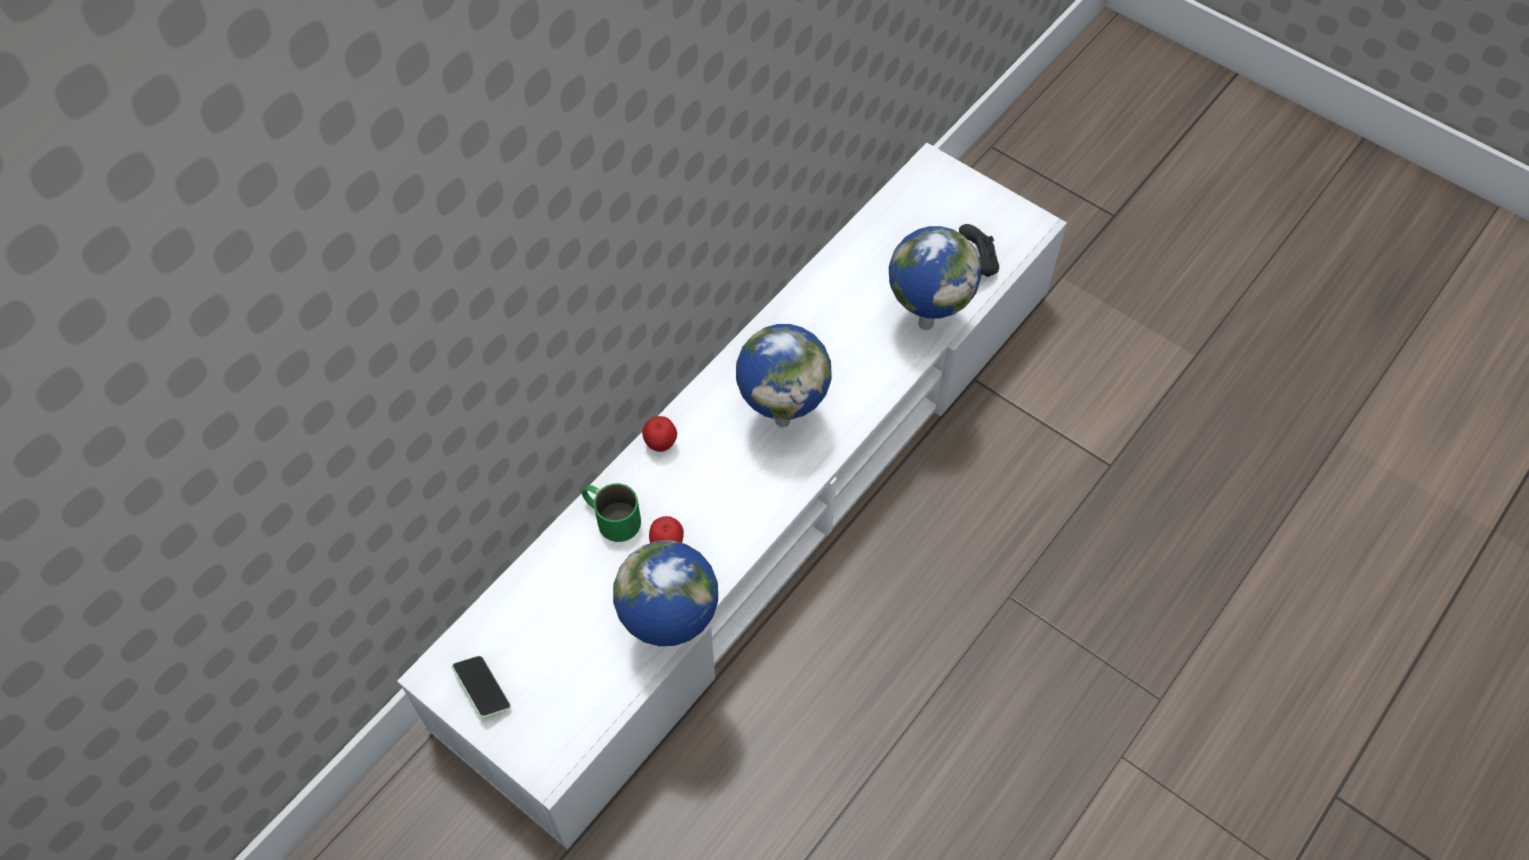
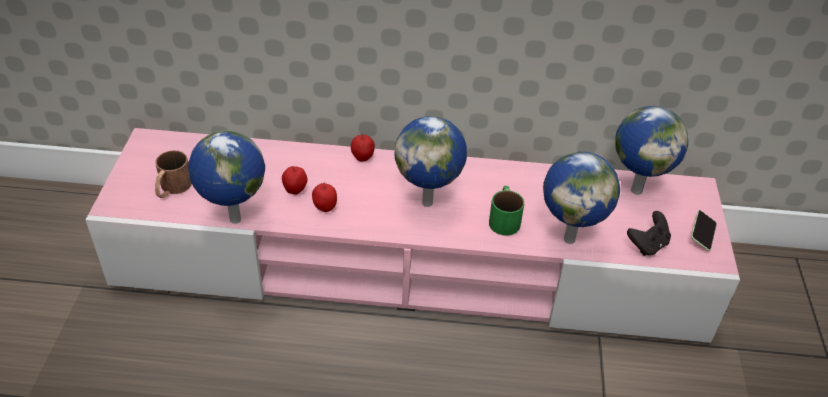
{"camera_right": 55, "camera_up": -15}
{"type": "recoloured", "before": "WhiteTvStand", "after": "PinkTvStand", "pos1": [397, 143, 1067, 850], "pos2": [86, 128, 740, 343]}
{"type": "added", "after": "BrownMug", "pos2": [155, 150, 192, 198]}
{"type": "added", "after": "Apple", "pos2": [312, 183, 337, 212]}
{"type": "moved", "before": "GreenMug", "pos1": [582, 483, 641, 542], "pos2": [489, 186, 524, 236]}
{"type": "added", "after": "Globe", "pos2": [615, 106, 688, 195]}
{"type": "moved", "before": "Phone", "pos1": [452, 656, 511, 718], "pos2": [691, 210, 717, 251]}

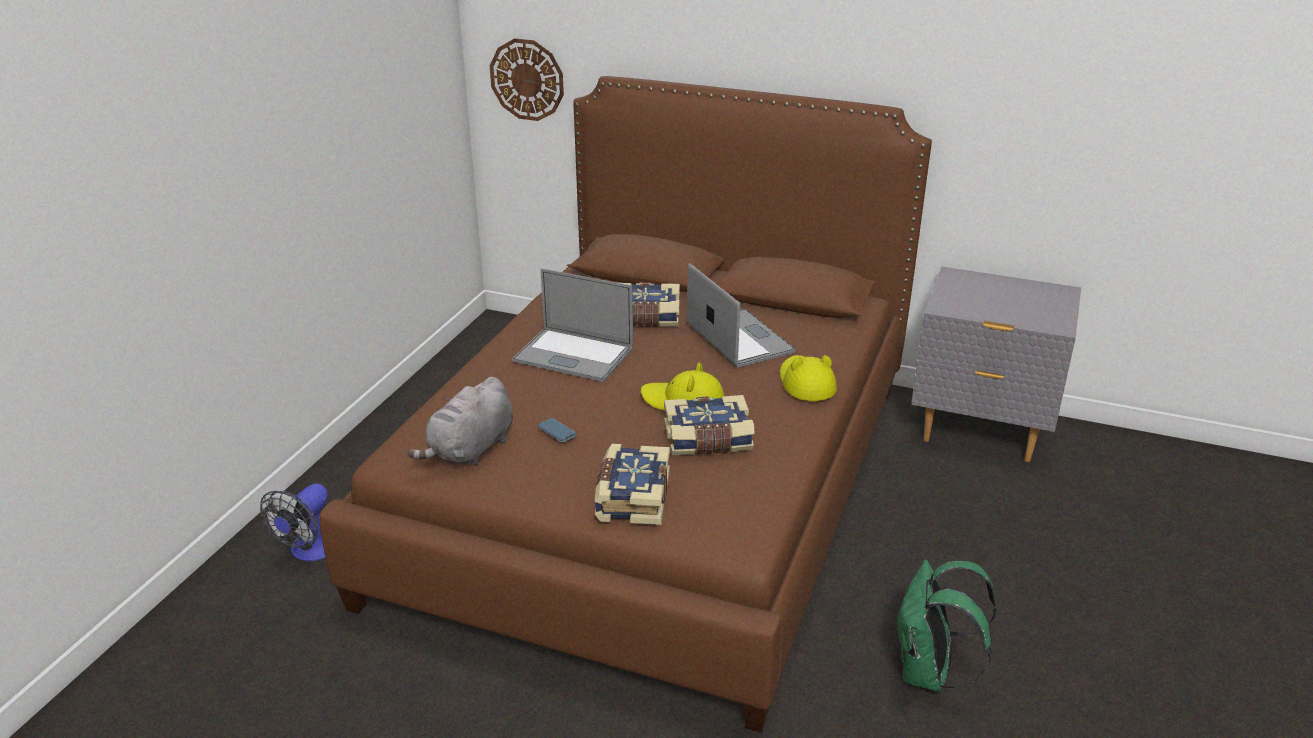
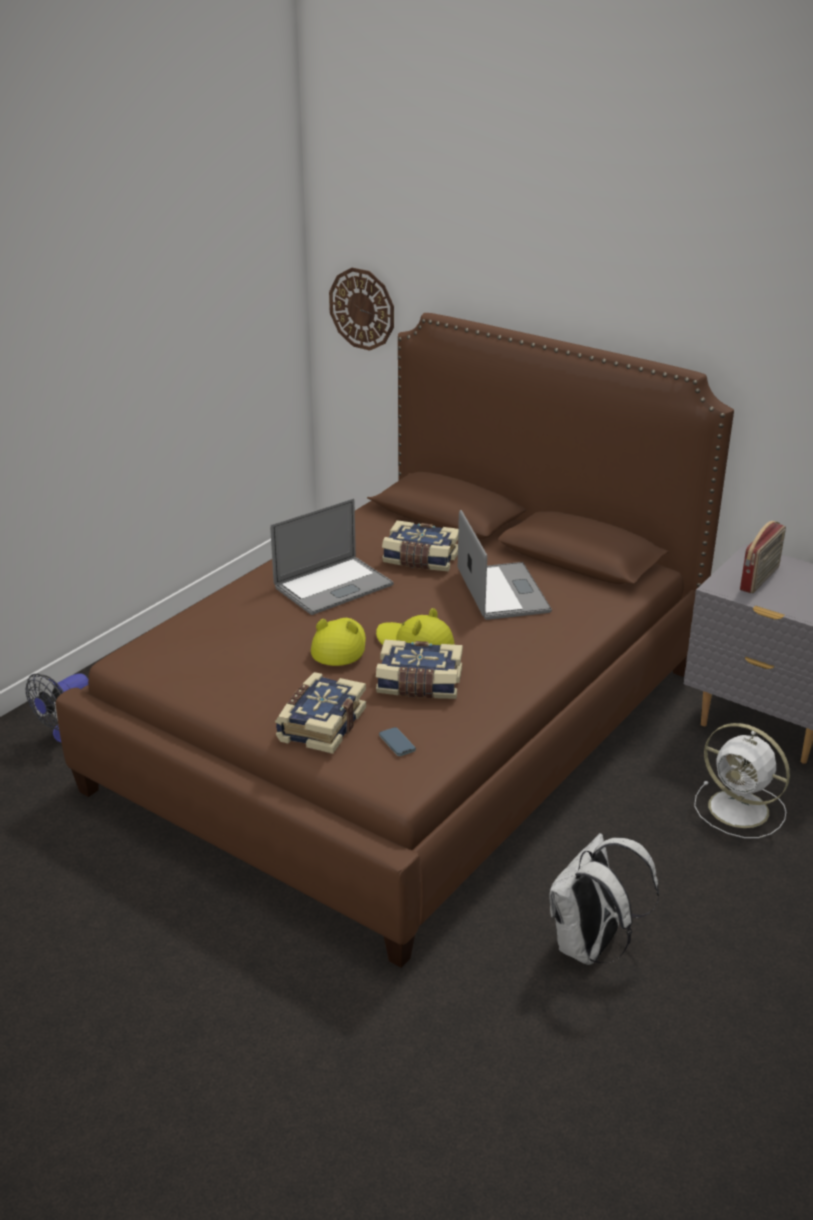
{"camera_right": 15, "camera_up": 0}
{"type": "turned", "before": "Laptop", "pos1": [512, 269, 633, 382], "pos2": [270, 499, 394, 615], "turn": -75}
{"type": "moved", "before": "YellowHat", "pos1": [780, 355, 837, 401], "pos2": [311, 618, 366, 666]}
{"type": "moved", "before": "Phone", "pos1": [538, 418, 577, 442], "pos2": [379, 727, 416, 756]}
{"type": "recoloured", "before": "GreenBackpack", "after": "WhiteBackpack", "pos1": [895, 560, 997, 692], "pos2": [550, 833, 659, 965]}
{"type": "added", "after": "WhiteFan", "pos2": [694, 723, 790, 838]}
{"type": "added", "after": "Radio", "pos2": [740, 521, 786, 593]}
{"type": "removed", "before": "GreyPlushToy", "pos1": [407, 377, 513, 466]}

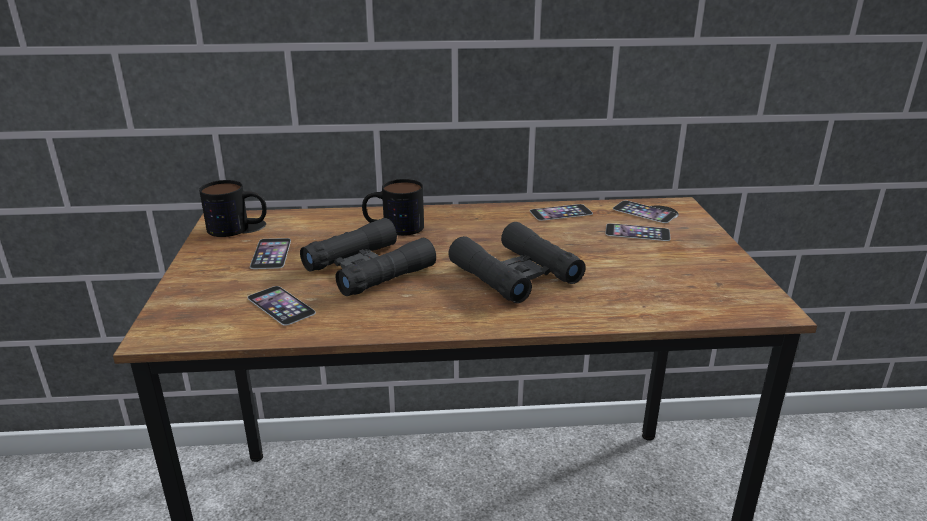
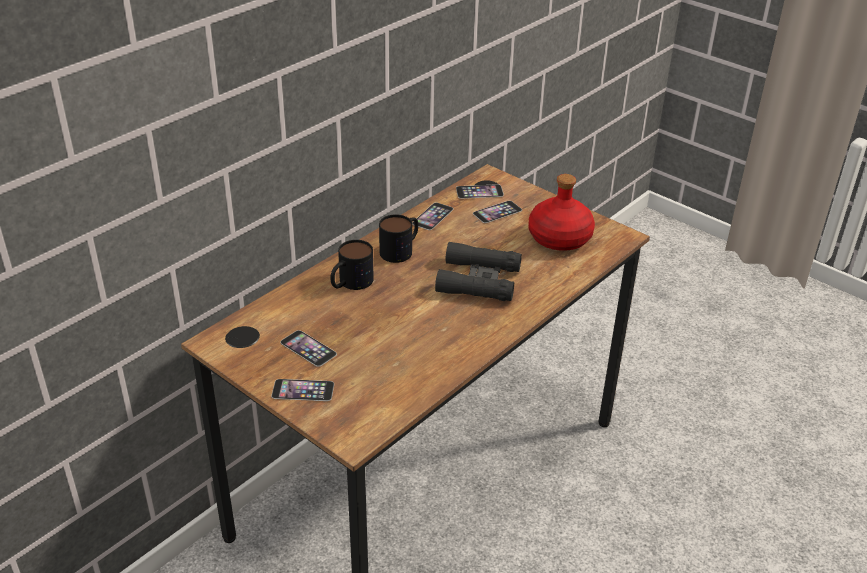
{"camera_right": -45, "camera_up": 10}
{"type": "moved", "before": "Phone", "pos1": [247, 286, 316, 326], "pos2": [271, 379, 334, 401]}
{"type": "moved", "before": "Mug", "pos1": [199, 180, 267, 237], "pos2": [379, 214, 418, 263]}
{"type": "added", "after": "RedBottle", "pos2": [529, 174, 595, 251]}
{"type": "removed", "before": "BlackBinoculars", "pos1": [300, 218, 436, 296]}

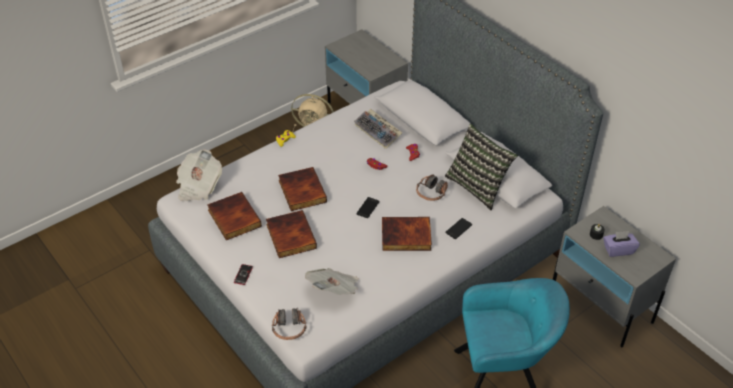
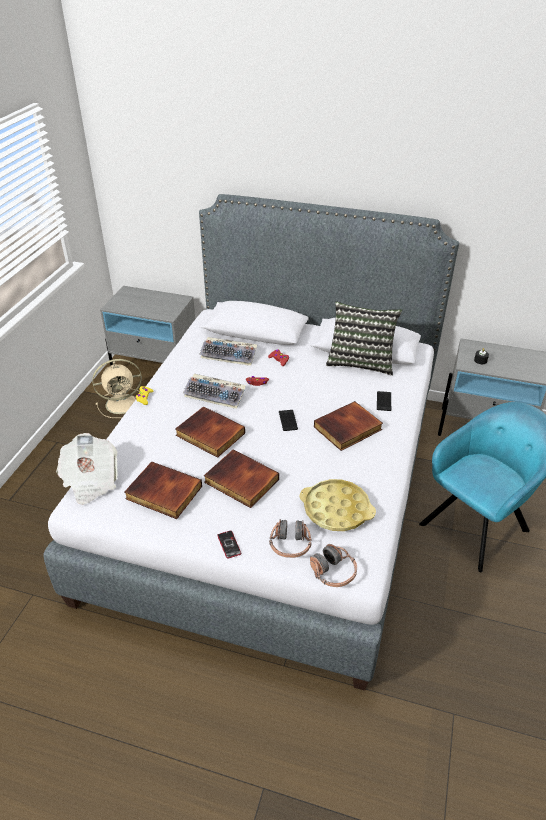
{"camera_right": -35, "camera_up": -5}
{"type": "added", "after": "Keyboard", "pos2": [183, 374, 246, 409]}
{"type": "moved", "before": "Headphones", "pos1": [416, 174, 448, 201], "pos2": [269, 519, 312, 558]}
{"type": "replaced", "before": "Newspaper", "after": "YellowTray", "pos1": [305, 268, 359, 295], "pos2": [299, 479, 376, 531]}
{"type": "removed", "before": "PurpleTissueBox", "pos1": [603, 231, 640, 257]}

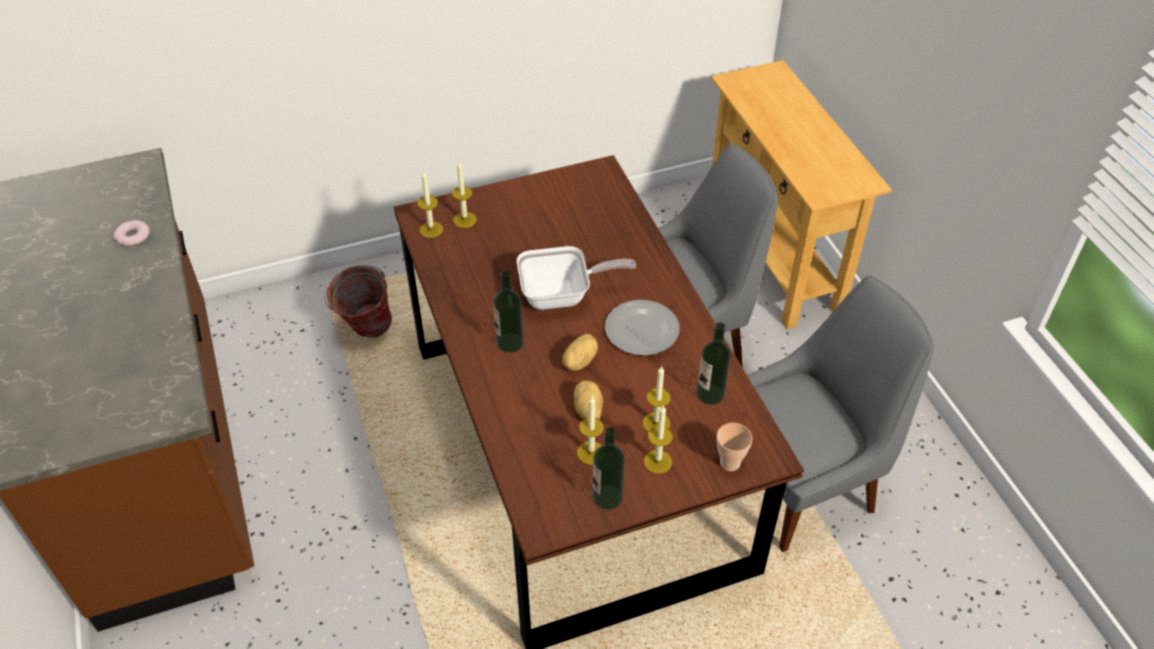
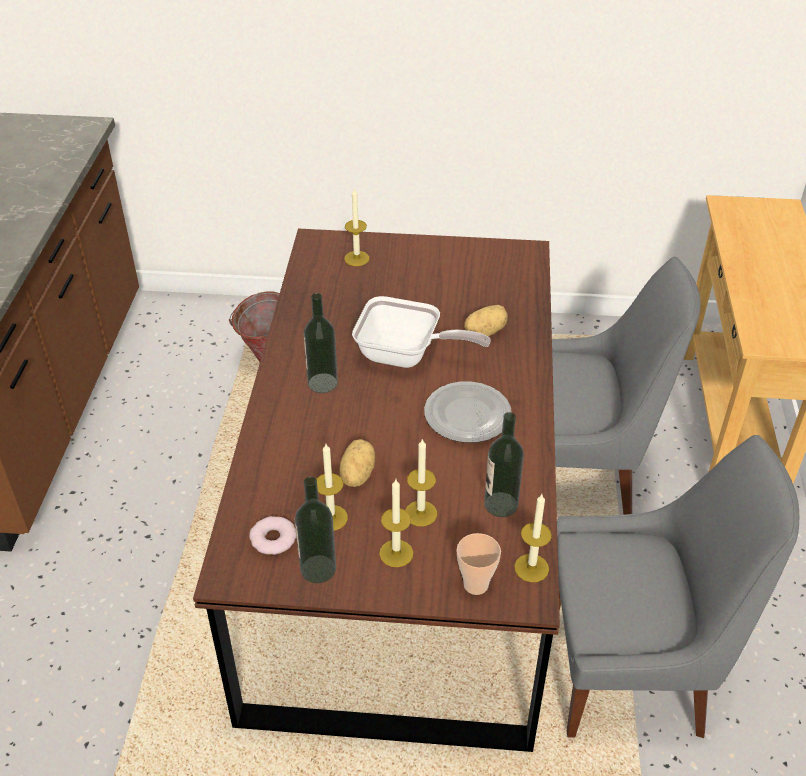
{"camera_right": 25, "camera_up": -5}
{"type": "moved", "before": "Donut", "pos1": [113, 220, 150, 246], "pos2": [249, 516, 296, 555]}
{"type": "moved", "before": "Potato", "pos1": [562, 334, 598, 371], "pos2": [464, 305, 508, 336]}
{"type": "moved", "before": "Candle", "pos1": [418, 170, 443, 238], "pos2": [514, 494, 552, 582]}

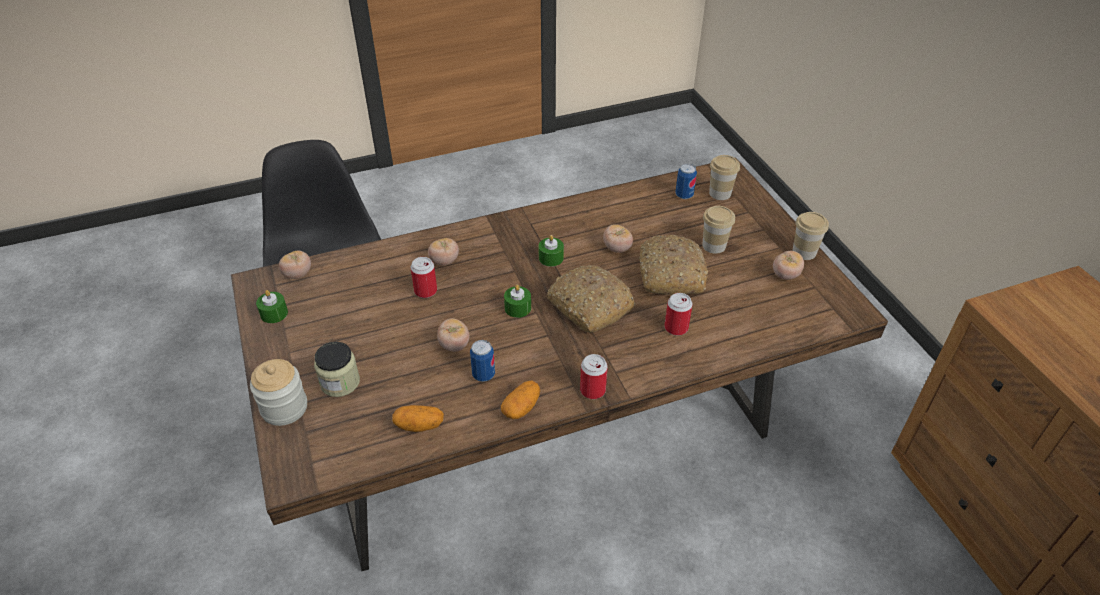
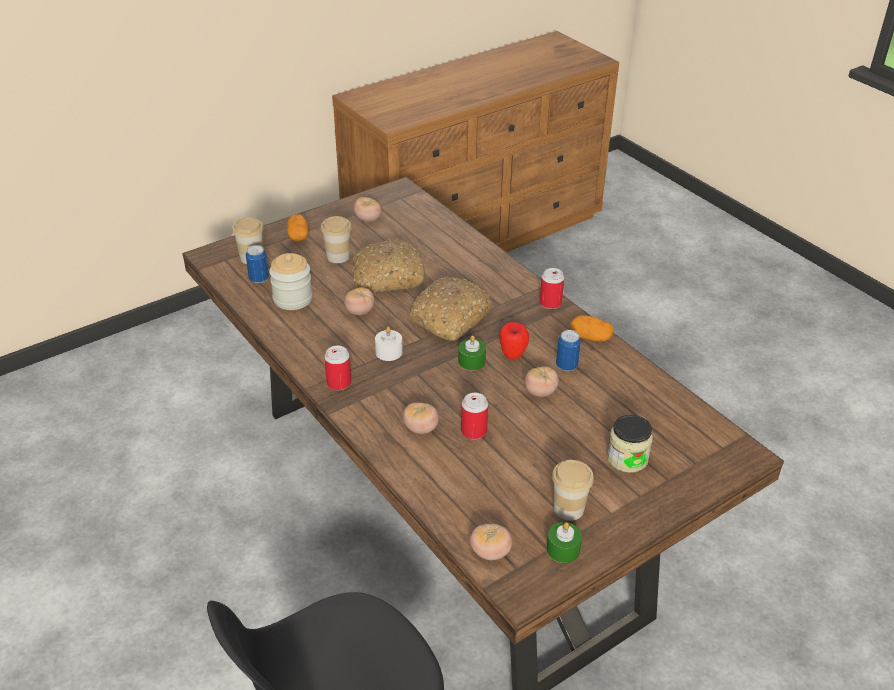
{"camera_right": -105, "camera_up": -5}
{"type": "moved", "before": "Jar", "pos1": [250, 359, 307, 426], "pos2": [269, 253, 313, 310]}
{"type": "moved", "before": "Potato", "pos1": [392, 405, 444, 432], "pos2": [287, 214, 309, 241]}
{"type": "moved", "before": "Can", "pos1": [664, 293, 692, 336], "pos2": [324, 346, 351, 390]}
{"type": "recoloured", "before": "GreenCandle", "after": "WhiteCandle", "pos1": [539, 235, 564, 267], "pos2": [375, 326, 403, 361]}
{"type": "added", "after": "Apple", "pos2": [500, 322, 529, 360]}
{"type": "moved", "before": "Cup", "pos1": [792, 212, 829, 260], "pos2": [552, 460, 594, 521]}

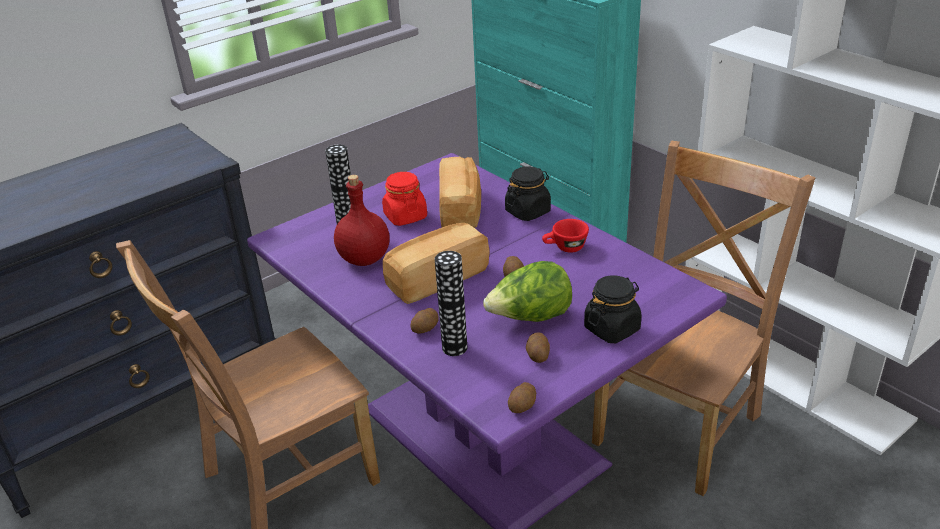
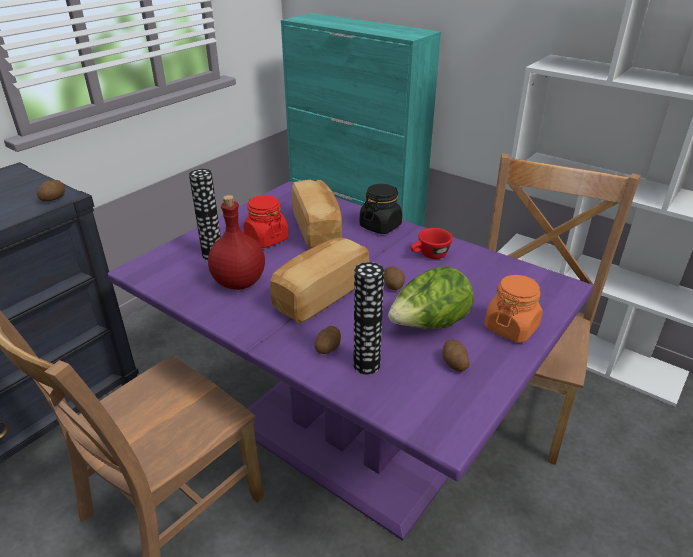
{"camera_right": -15, "camera_up": 0}
{"type": "moved", "before": "Potato", "pos1": [508, 382, 536, 413], "pos2": [37, 180, 65, 202]}
{"type": "recoloured", "before": "BlackJar", "after": "OrangeJar", "pos1": [584, 275, 642, 343], "pos2": [485, 275, 543, 342]}

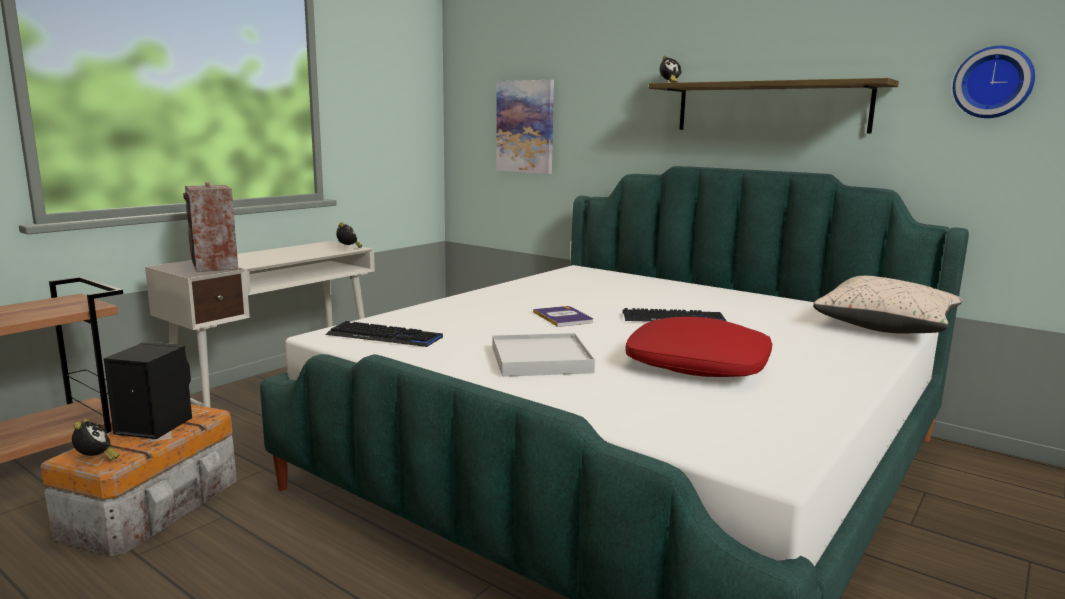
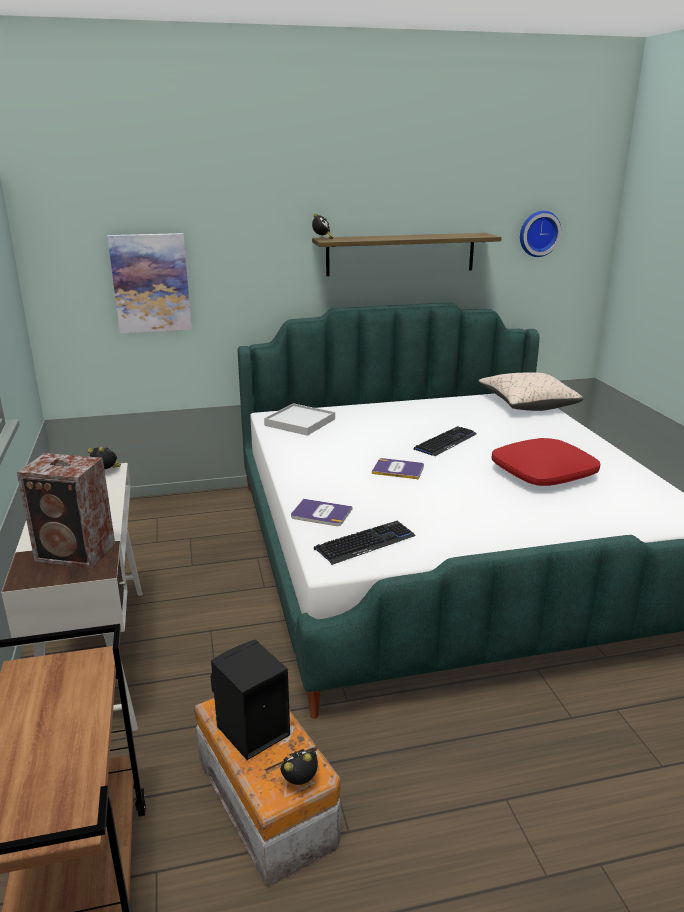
{"camera_right": -50, "camera_up": 10}
{"type": "moved", "before": "WhiteTray", "pos1": [493, 333, 595, 377], "pos2": [264, 403, 335, 436]}
{"type": "turned", "before": "AlarmClock", "pos1": [72, 419, 120, 460], "pos2": [280, 749, 318, 785], "turn": -45}
{"type": "added", "after": "Book", "pos2": [291, 499, 352, 526]}

